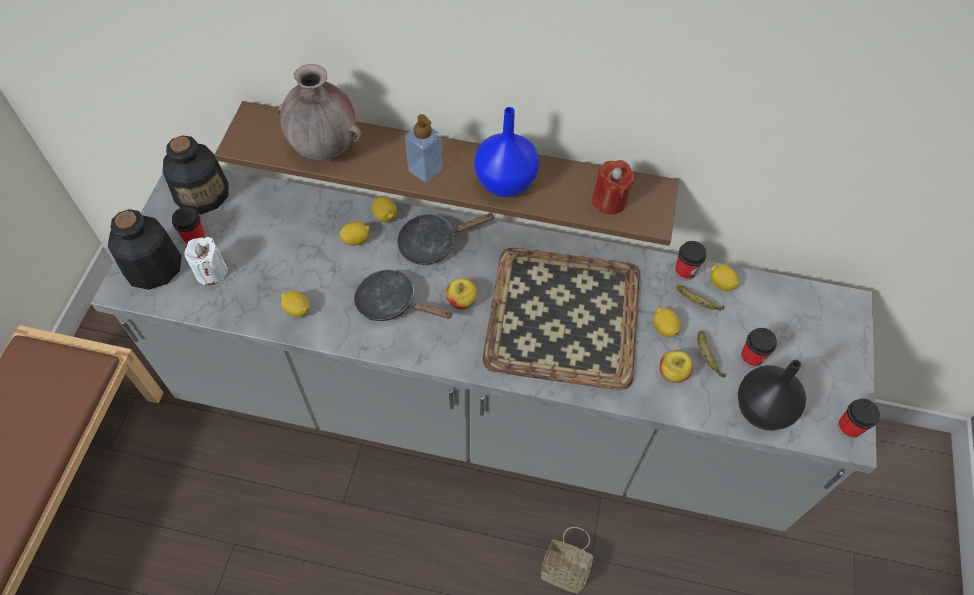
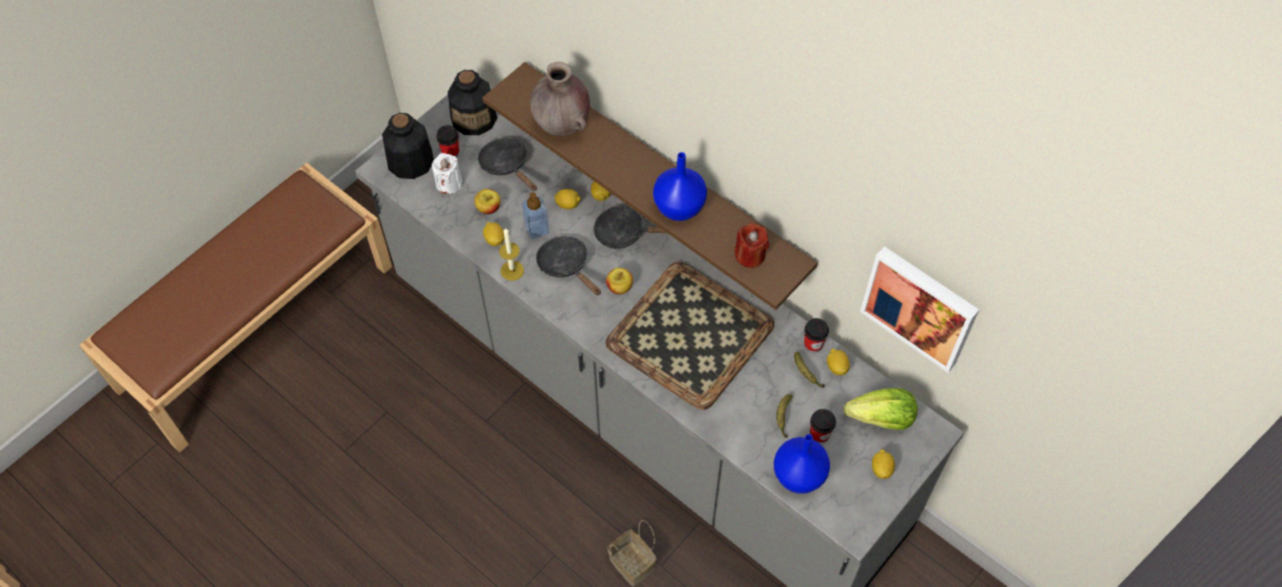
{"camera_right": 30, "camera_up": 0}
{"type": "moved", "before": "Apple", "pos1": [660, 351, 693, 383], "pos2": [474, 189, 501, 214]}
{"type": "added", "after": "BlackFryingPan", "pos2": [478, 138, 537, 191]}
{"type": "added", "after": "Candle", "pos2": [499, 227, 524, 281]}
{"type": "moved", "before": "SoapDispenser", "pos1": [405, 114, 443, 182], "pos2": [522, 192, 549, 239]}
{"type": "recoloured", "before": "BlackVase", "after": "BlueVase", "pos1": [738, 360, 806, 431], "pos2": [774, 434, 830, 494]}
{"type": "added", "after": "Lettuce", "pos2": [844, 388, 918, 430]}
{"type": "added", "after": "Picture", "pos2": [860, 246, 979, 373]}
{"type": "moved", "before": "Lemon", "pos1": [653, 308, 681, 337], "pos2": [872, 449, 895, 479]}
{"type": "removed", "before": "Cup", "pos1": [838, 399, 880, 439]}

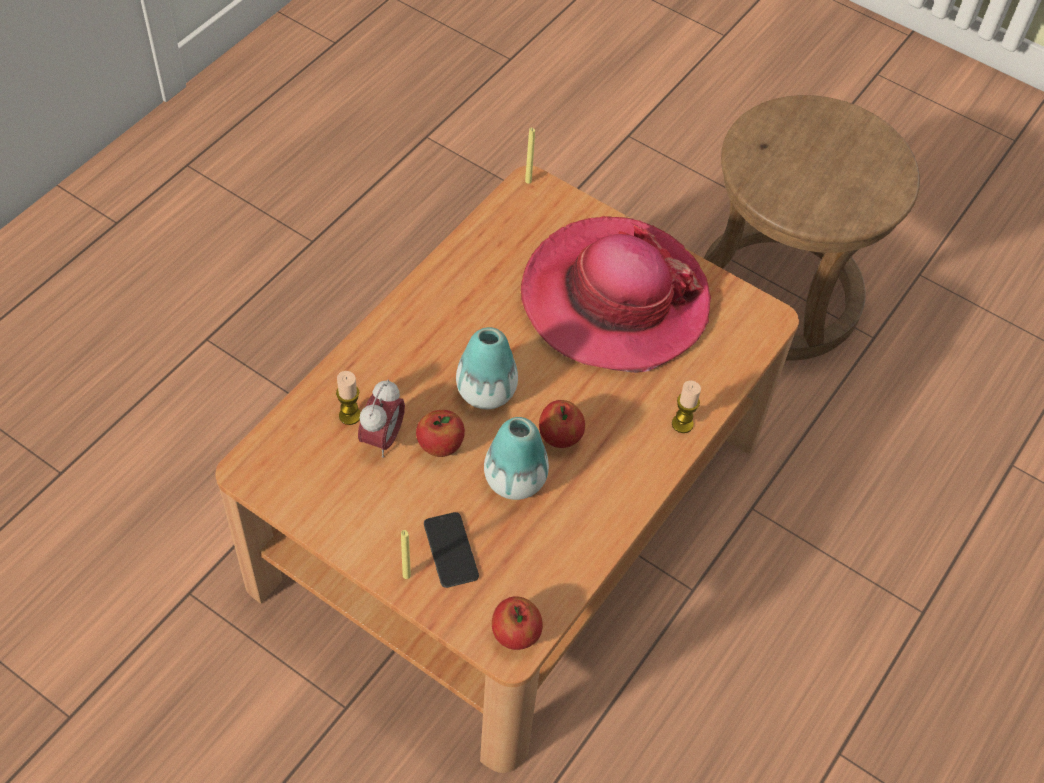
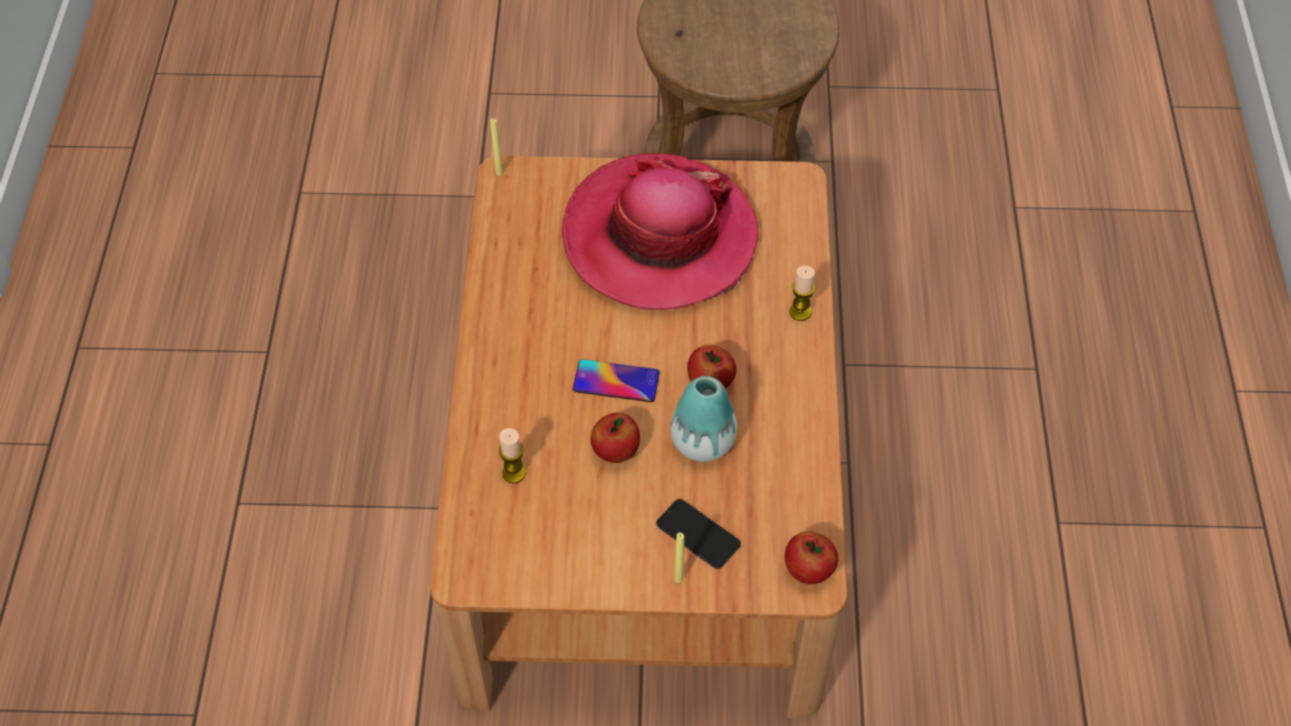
{"camera_right": -30, "camera_up": 0}
{"type": "replaced", "before": "Vase", "after": "Phone", "pos1": [456, 327, 518, 409], "pos2": [573, 359, 660, 402]}
{"type": "removed", "before": "AlarmClock", "pos1": [358, 380, 405, 458]}

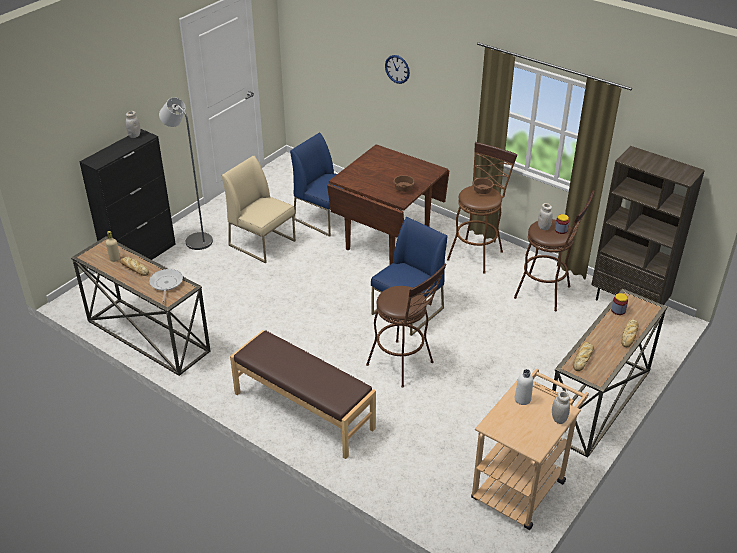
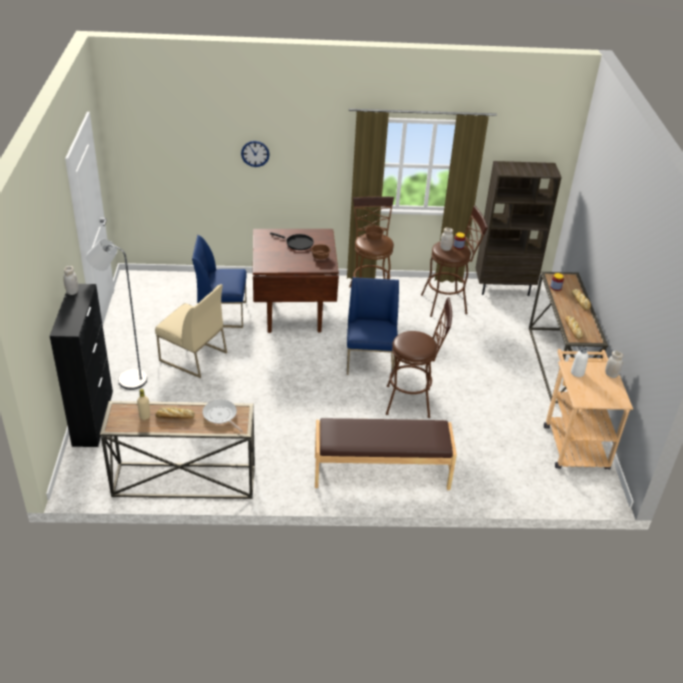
{"camera_right": -40, "camera_up": 0}
{"type": "turned", "before": "BeigeChair", "pos1": [222, 155, 296, 263], "pos2": [155, 284, 227, 378], "turn": -150}
{"type": "added", "after": "BlackFryingPan", "pos2": [270, 232, 314, 250]}

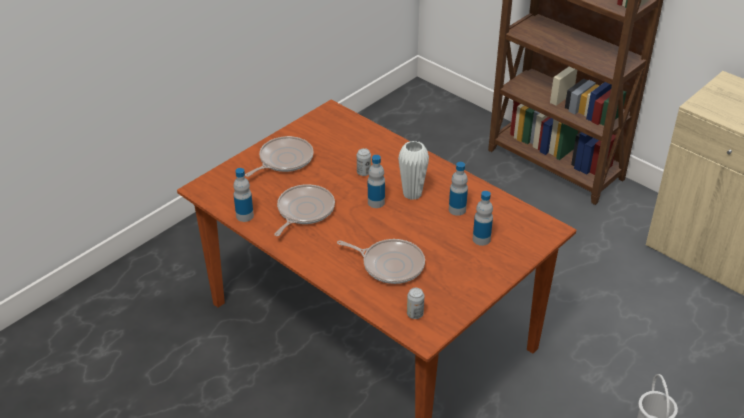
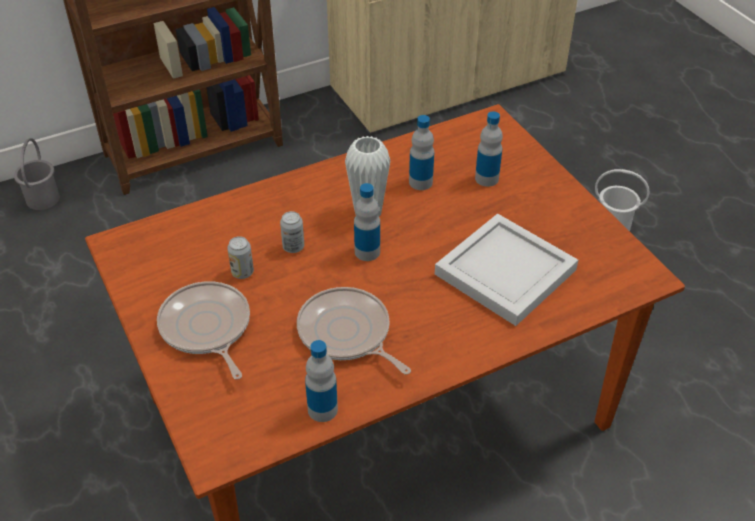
{"camera_right": -70, "camera_up": 5}
{"type": "added", "after": "GreyBucket", "pos2": [14, 138, 60, 210]}
{"type": "moved", "before": "Can", "pos1": [407, 288, 424, 319], "pos2": [227, 236, 254, 279]}
{"type": "replaced", "before": "FryingPan", "after": "WhiteTray", "pos1": [337, 239, 425, 284], "pos2": [435, 213, 578, 326]}

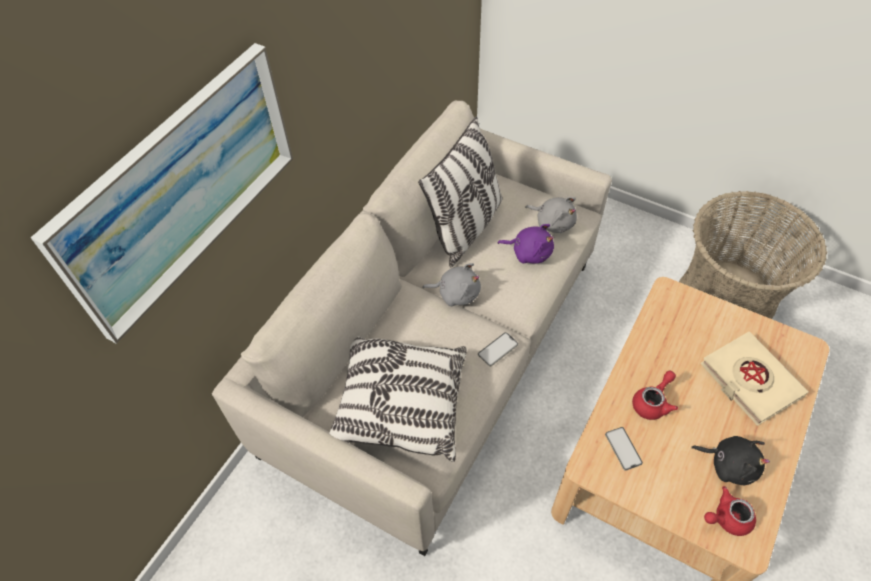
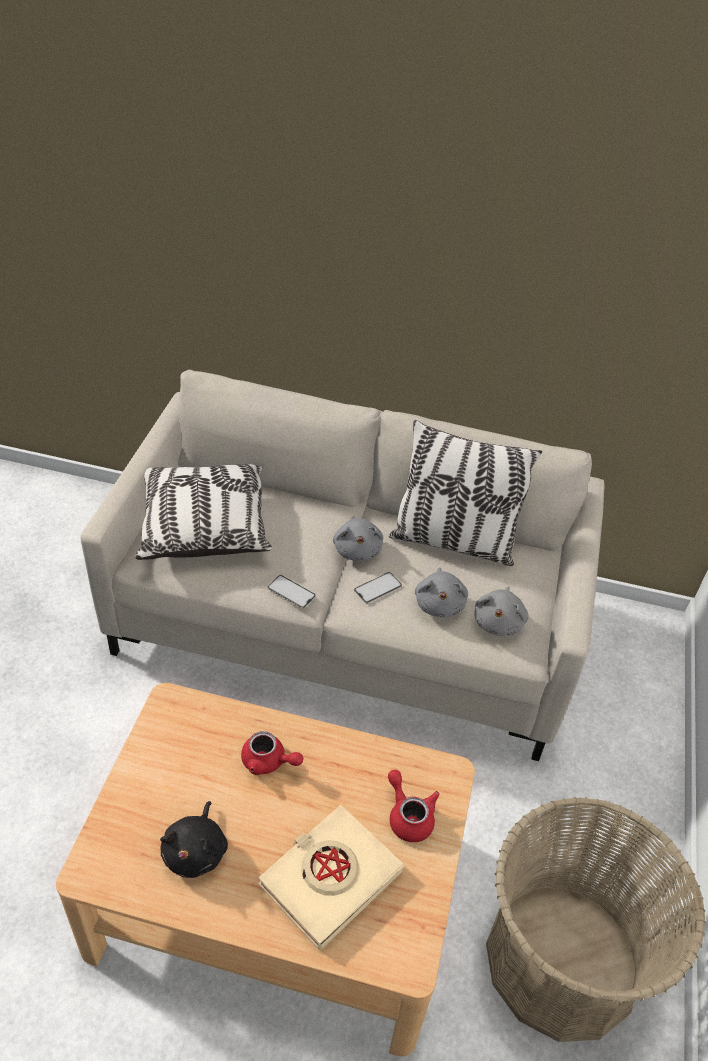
{"camera_right": 70, "camera_up": -10}
{"type": "moved", "before": "Phone", "pos1": [605, 427, 643, 471], "pos2": [354, 572, 402, 603]}
{"type": "moved", "before": "RedTeapot", "pos1": [704, 486, 756, 536], "pos2": [388, 770, 440, 842]}
{"type": "recoloured", "before": "PurplePlushToy", "after": "GreyPlushToy", "pos1": [497, 224, 554, 264], "pos2": [415, 568, 468, 617]}
{"type": "removed", "before": "Picture", "pos1": [31, 43, 293, 344]}

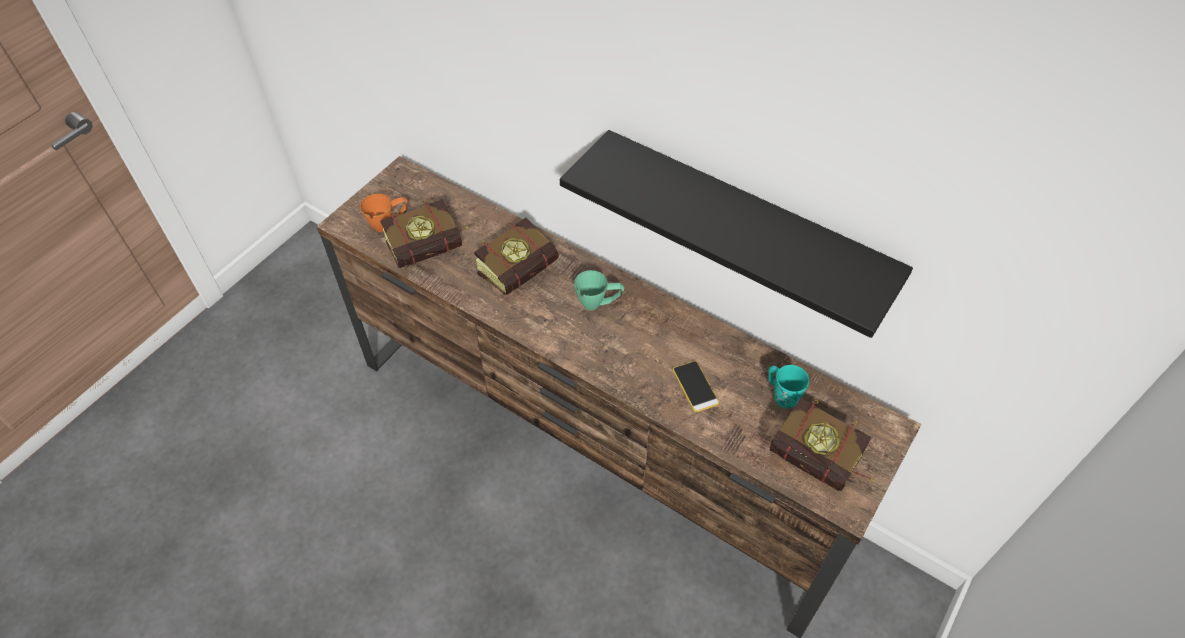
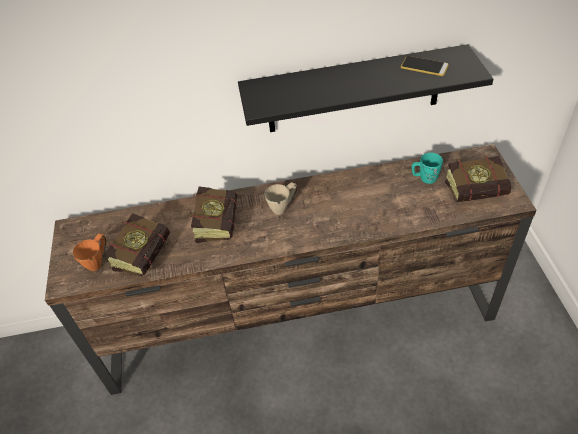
{"camera_right": -40, "camera_up": -5}
{"type": "recoloured", "before": "GreenMug", "after": "BeigeMug", "pos1": [574, 270, 624, 310], "pos2": [265, 182, 297, 215]}
{"type": "moved", "before": "Phone", "pos1": [673, 361, 719, 412], "pos2": [401, 56, 449, 76]}

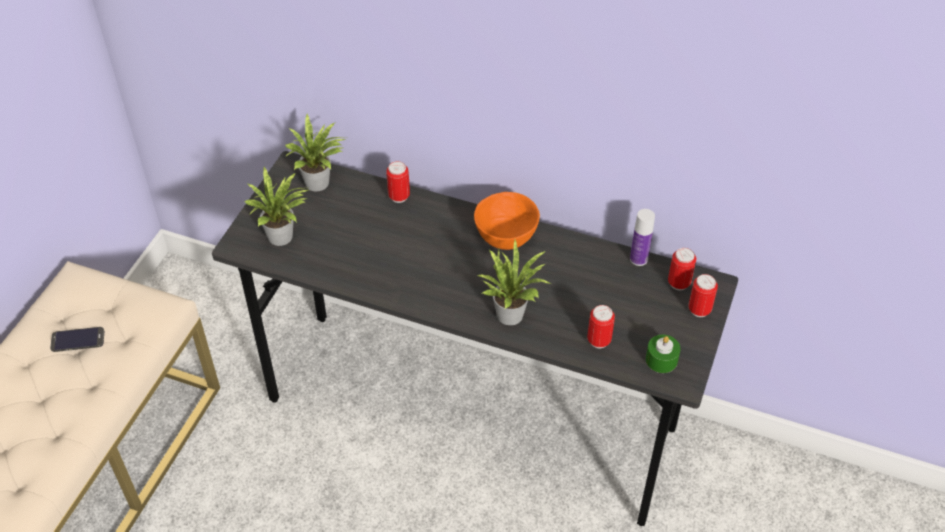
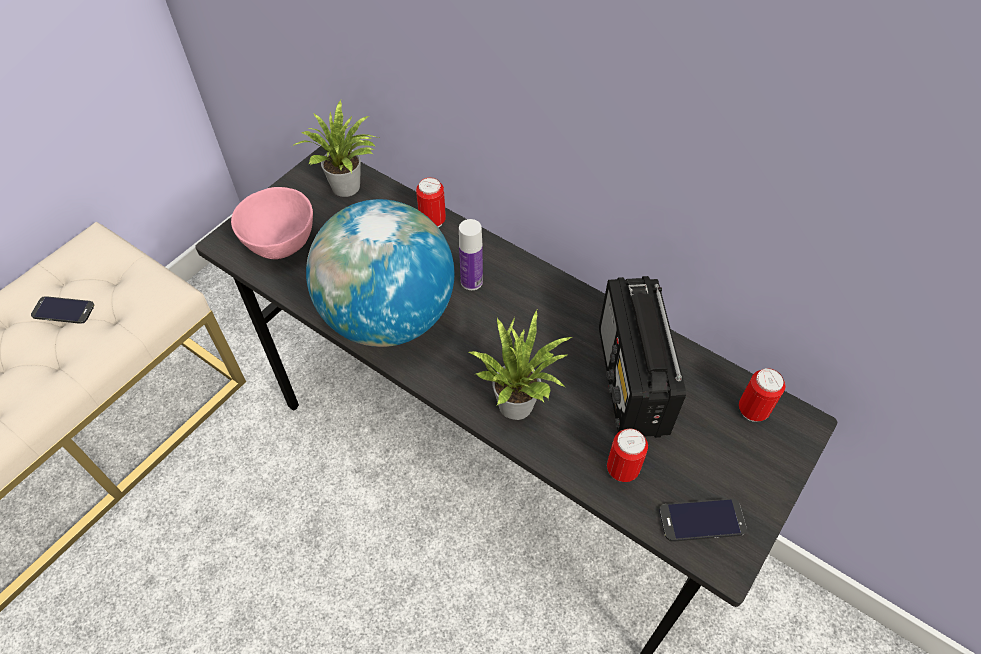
{"camera_right": 15, "camera_up": 5}
{"type": "replaced", "before": "PottedPlant", "after": "PinkBowl", "pos1": [244, 167, 308, 246], "pos2": [231, 187, 313, 259]}
{"type": "added", "after": "Globe", "pos2": [306, 199, 454, 347]}
{"type": "moved", "before": "Bottle", "pos1": [630, 209, 655, 266], "pos2": [459, 219, 483, 290]}
{"type": "added", "after": "Radio", "pos2": [599, 276, 686, 438]}
{"type": "replaced", "before": "GreenCandle", "after": "Phone", "pos1": [646, 335, 681, 373], "pos2": [659, 498, 746, 542]}
{"type": "removed", "before": "OrangeBowl", "pos1": [474, 192, 540, 250]}
{"type": "removed", "before": "Can", "pos1": [688, 274, 718, 317]}

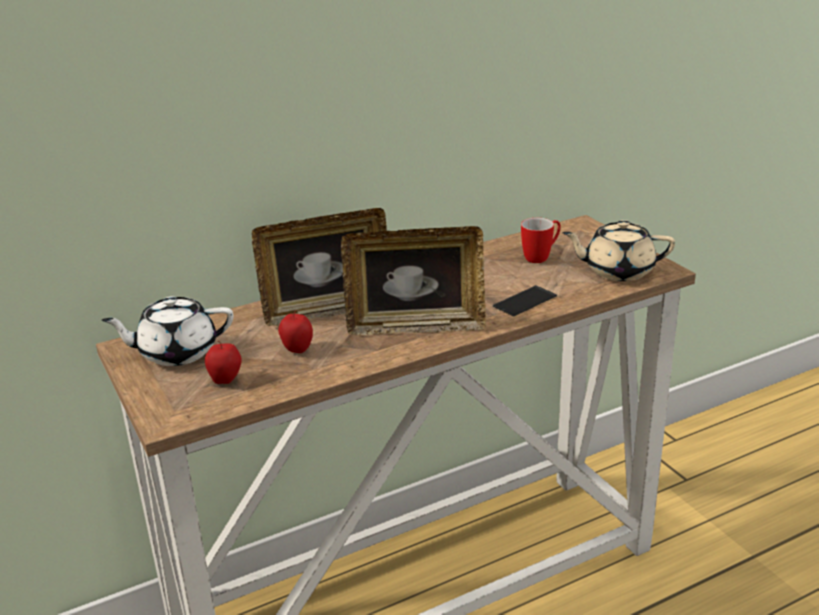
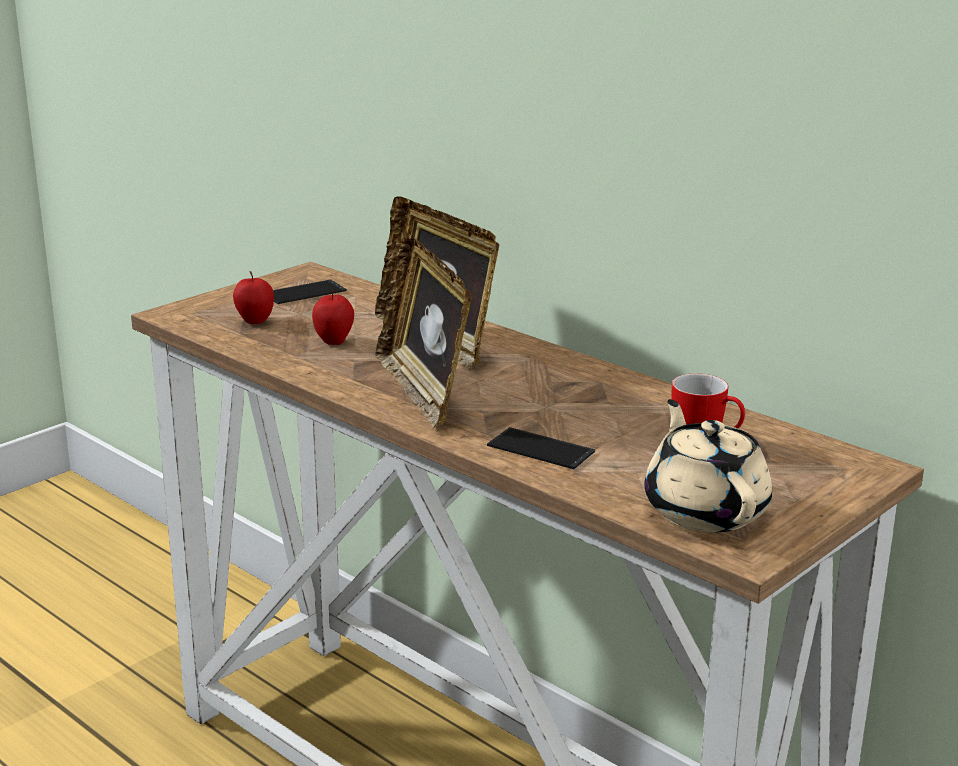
{"camera_right": 70, "camera_up": -5}
{"type": "replaced", "before": "WhiteTeapot", "after": "Phone", "pos1": [102, 296, 233, 366], "pos2": [273, 279, 347, 304]}

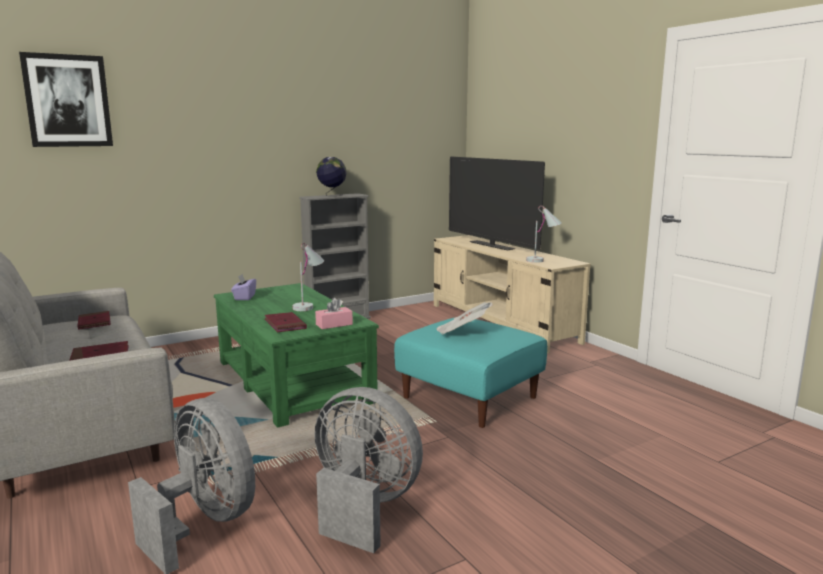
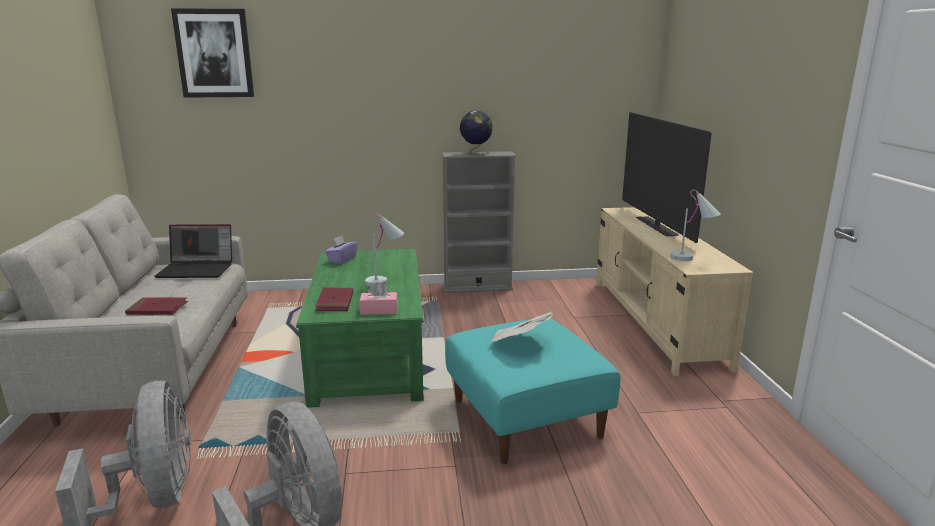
{"camera_right": 25, "camera_up": 5}
{"type": "replaced", "before": "RedBook", "after": "Laptop", "pos1": [78, 311, 111, 330], "pos2": [154, 224, 232, 278]}

